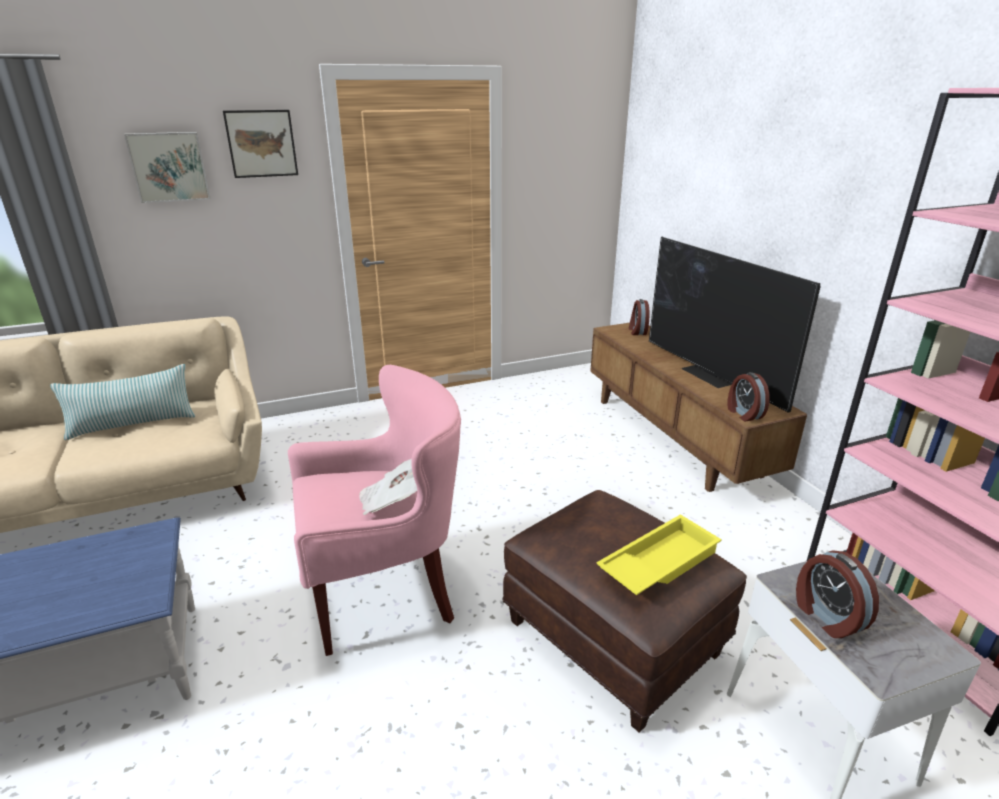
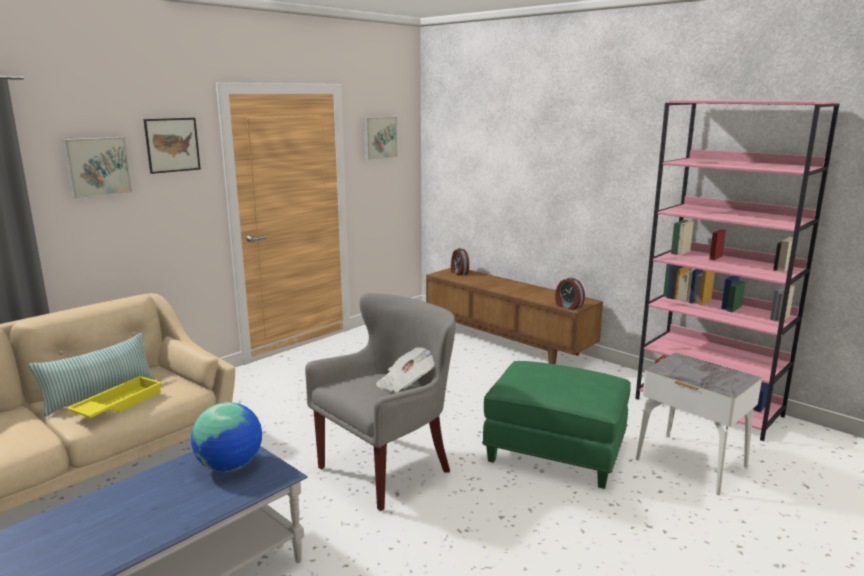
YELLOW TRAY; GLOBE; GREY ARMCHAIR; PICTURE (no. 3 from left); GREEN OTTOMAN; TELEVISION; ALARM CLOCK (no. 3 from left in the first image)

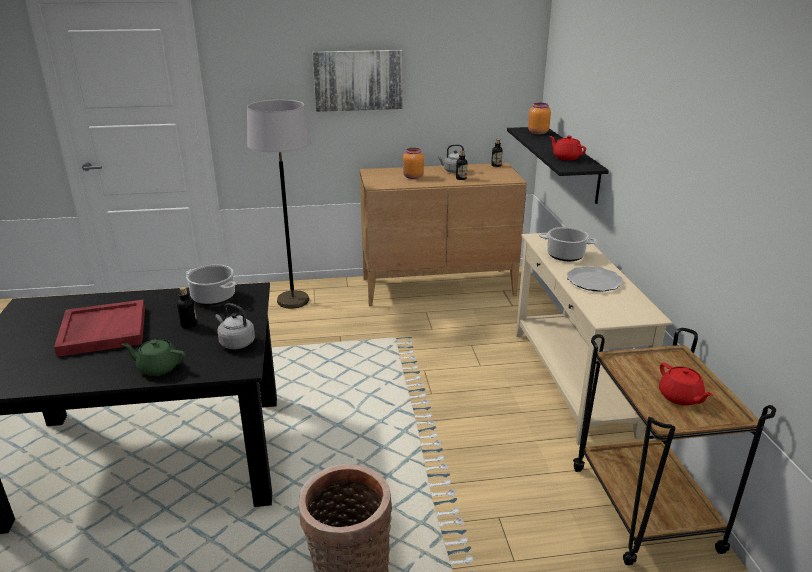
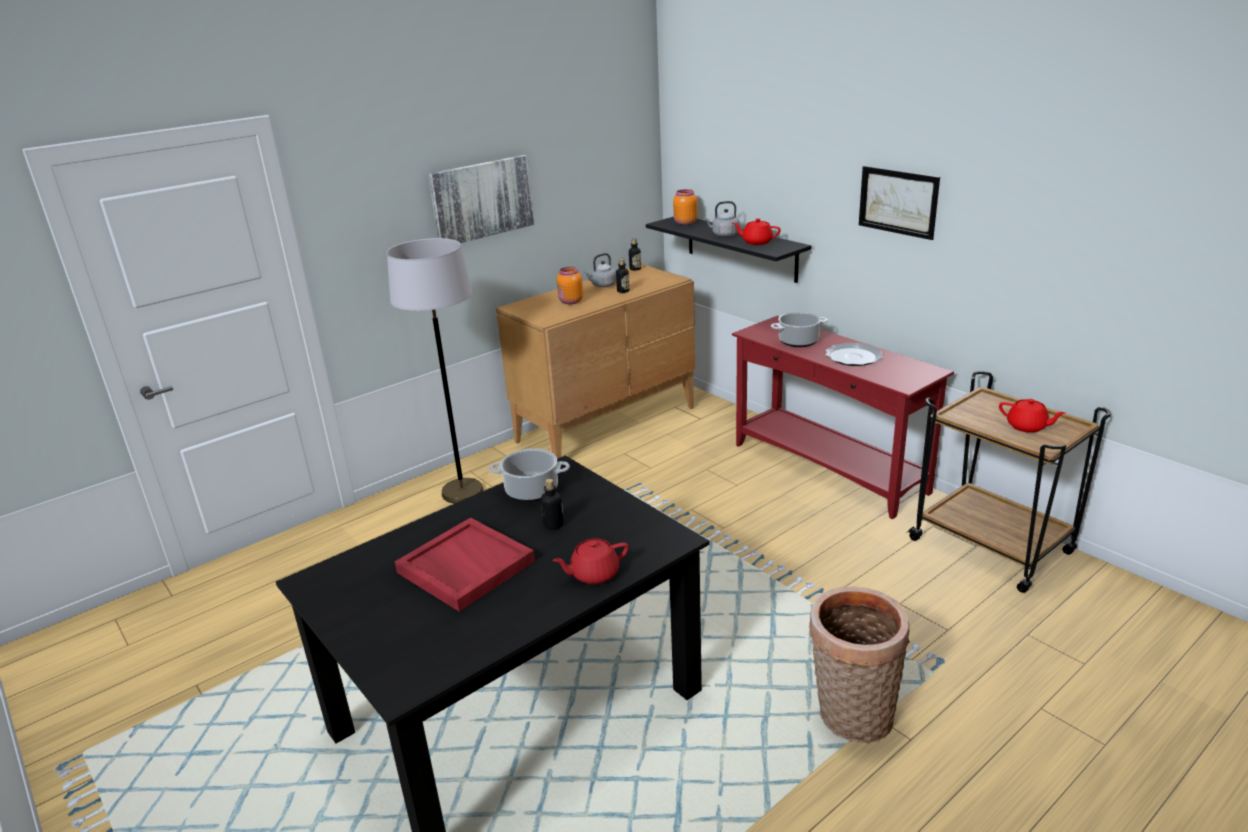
RED TEAPOT (no. 1 from left); GREY KETTLE (no. 2 from left); RED CONSOLE TABLE; PICTURE (no. 2 from left)

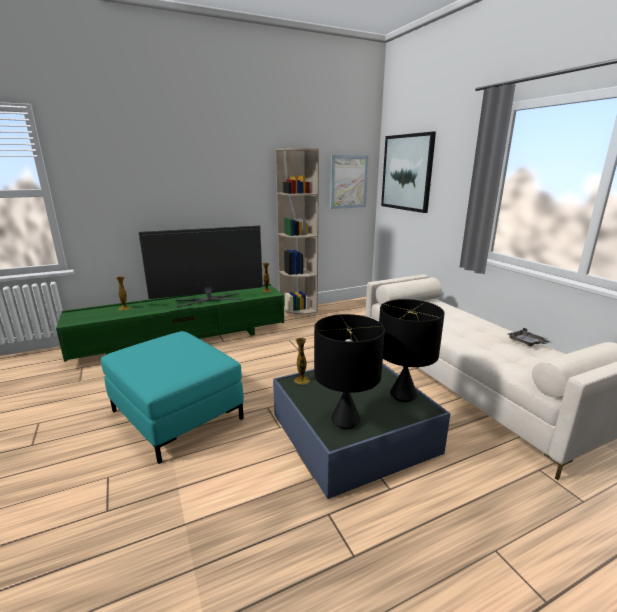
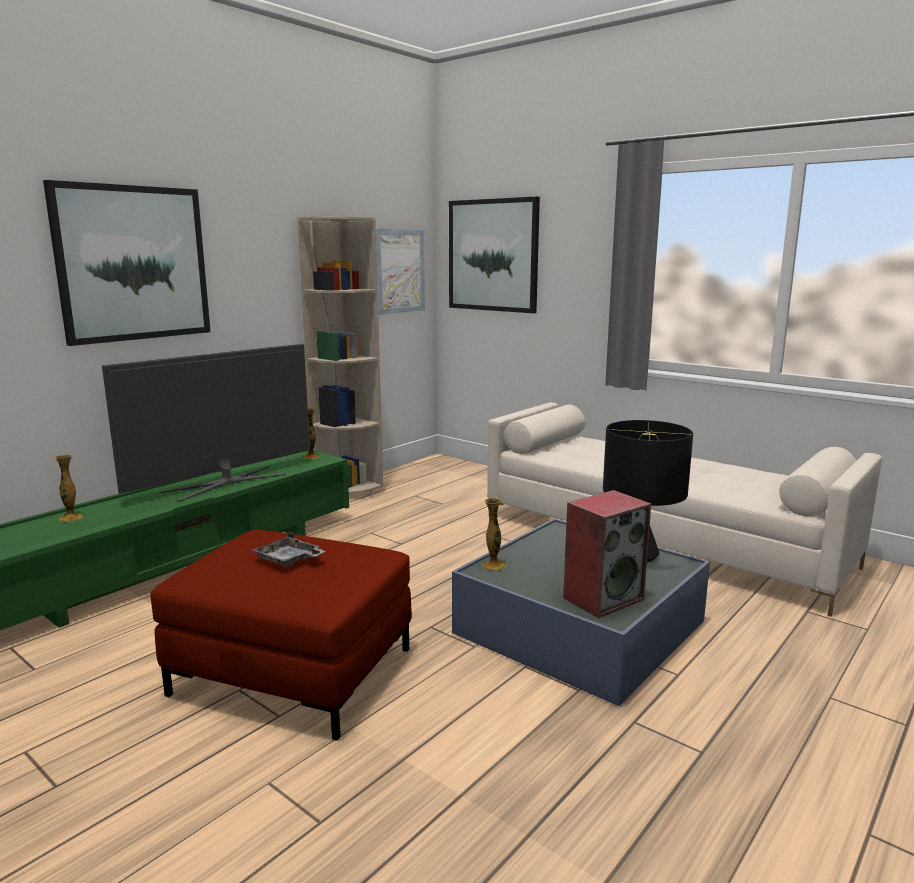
PICTURE (no. 1 from left); RED OTTOMAN; GREY TRAY; SPEAKER

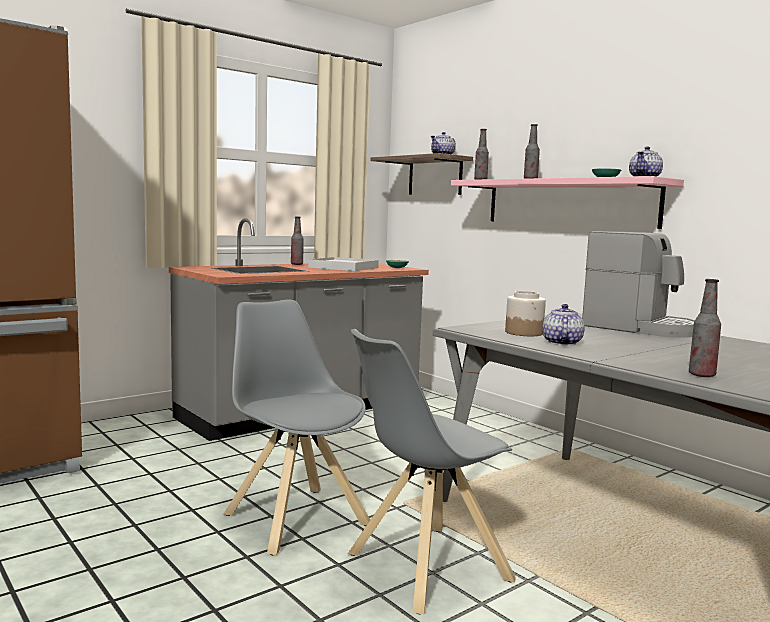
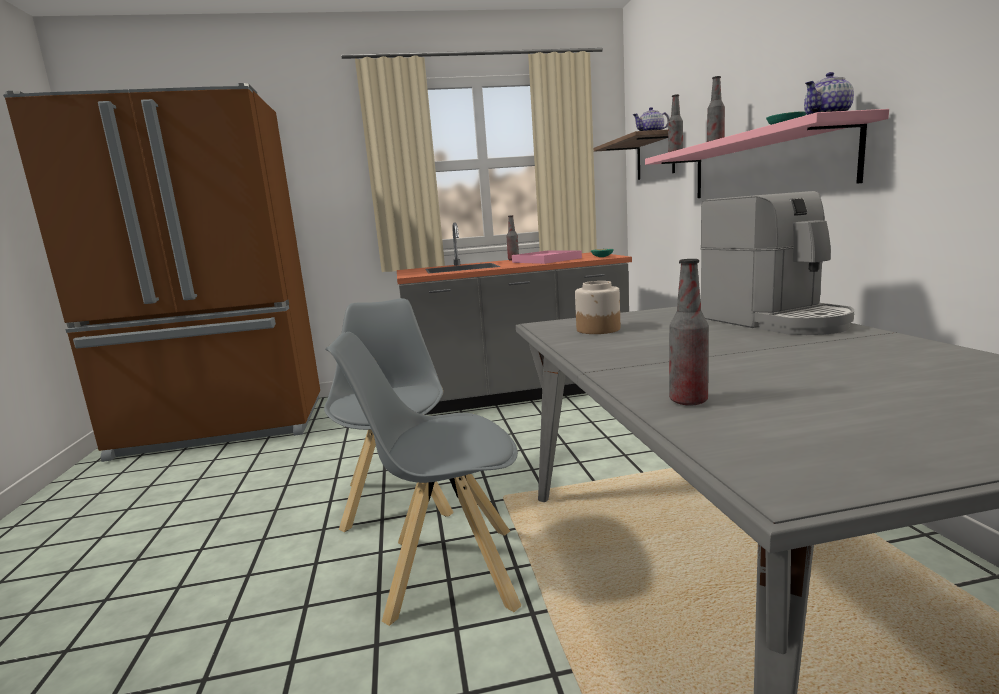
PINK TRAY; TEAPOT (no. 2 from left in the first image)

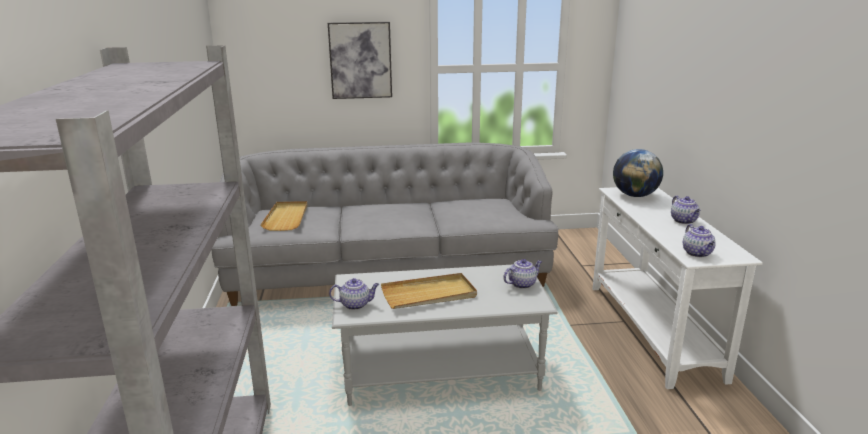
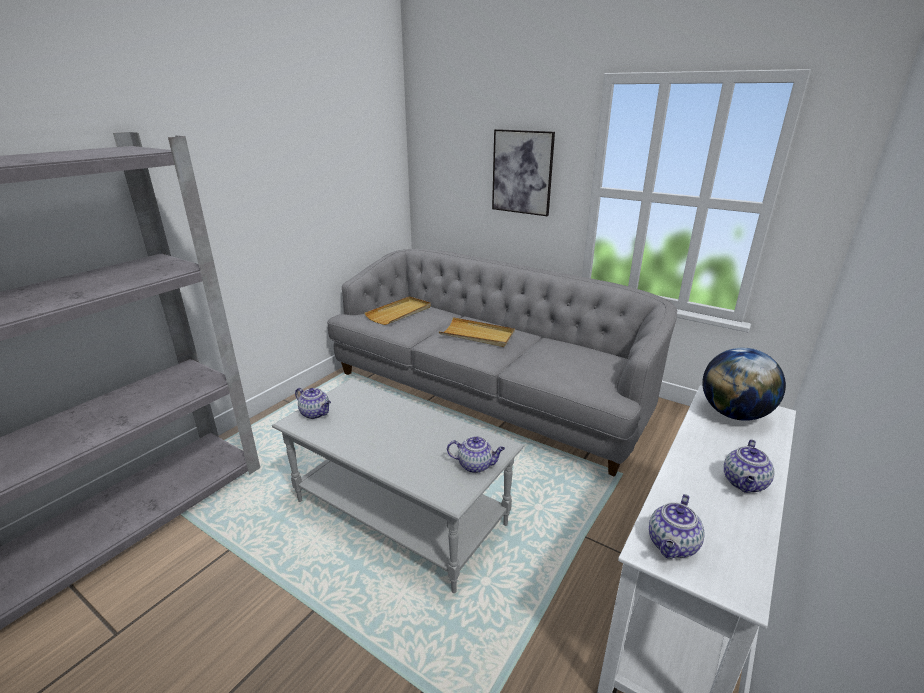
BEIGE TRAY (no. 2 from left)

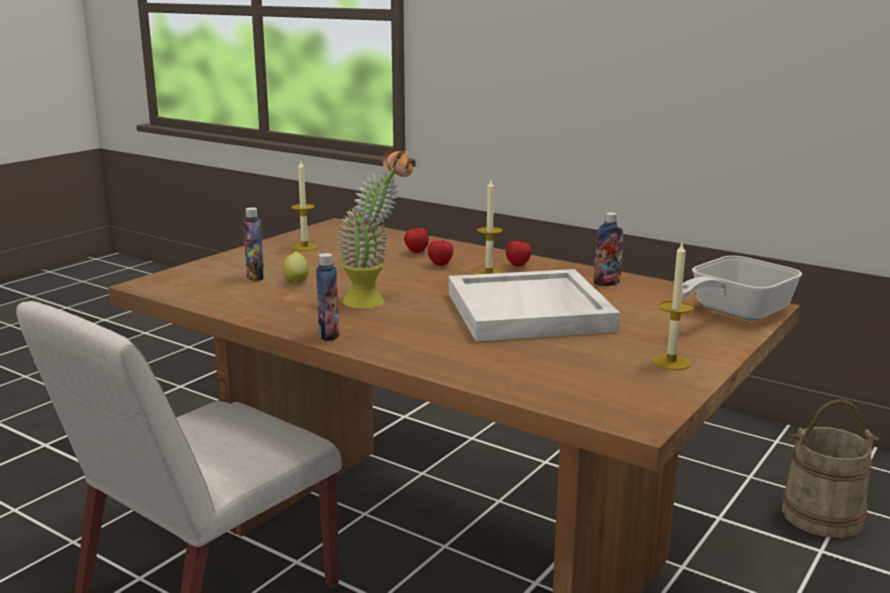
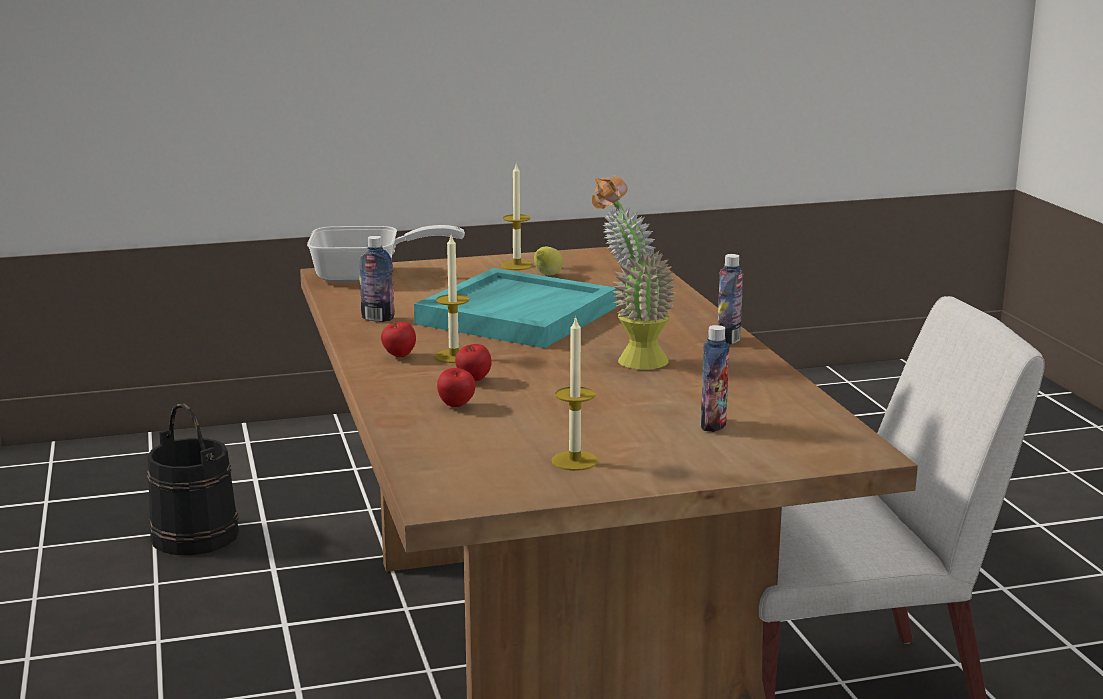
BLACK BUCKET; TURQUOISE TRAY; LEMON

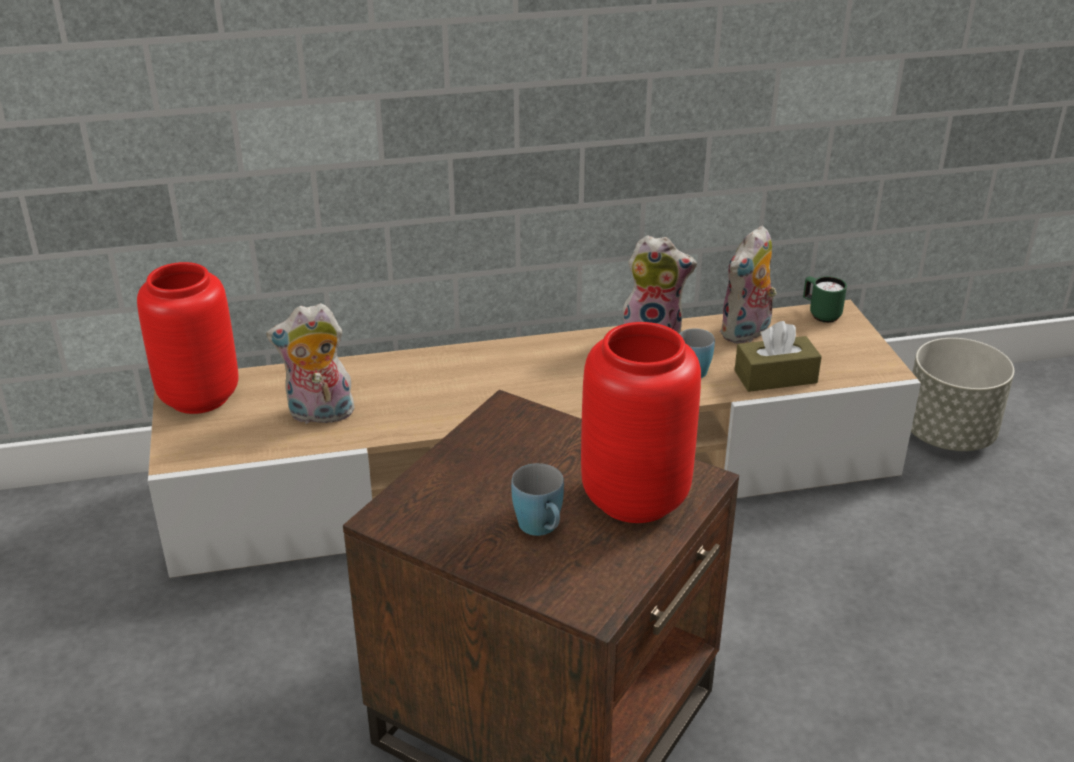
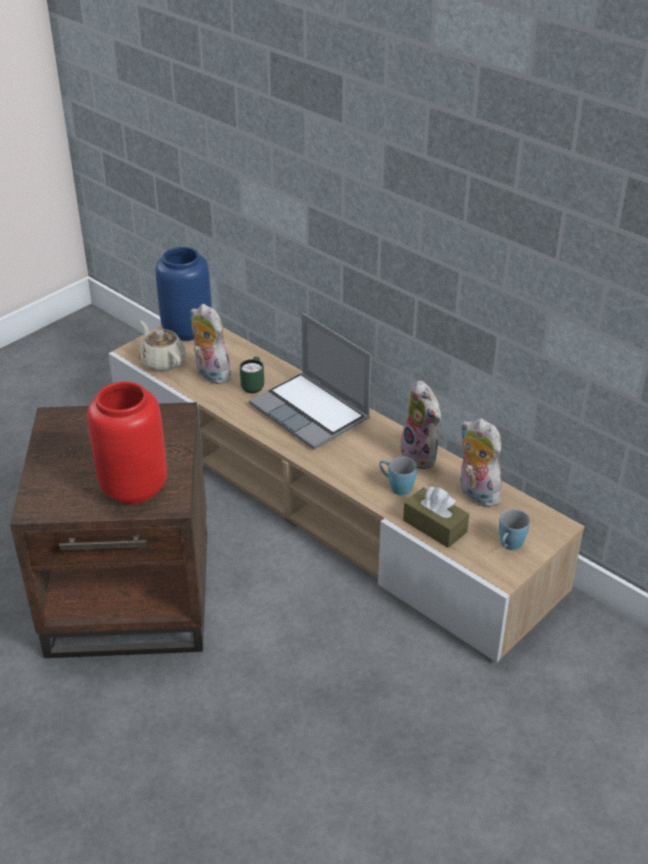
BEIGE TEAPOT; BLUE VASE; GREEN MUG; LAPTOP; PLUSH TOY (no. 3 from left); BLUE MUG (no. 2 from left); GREY PLANTER

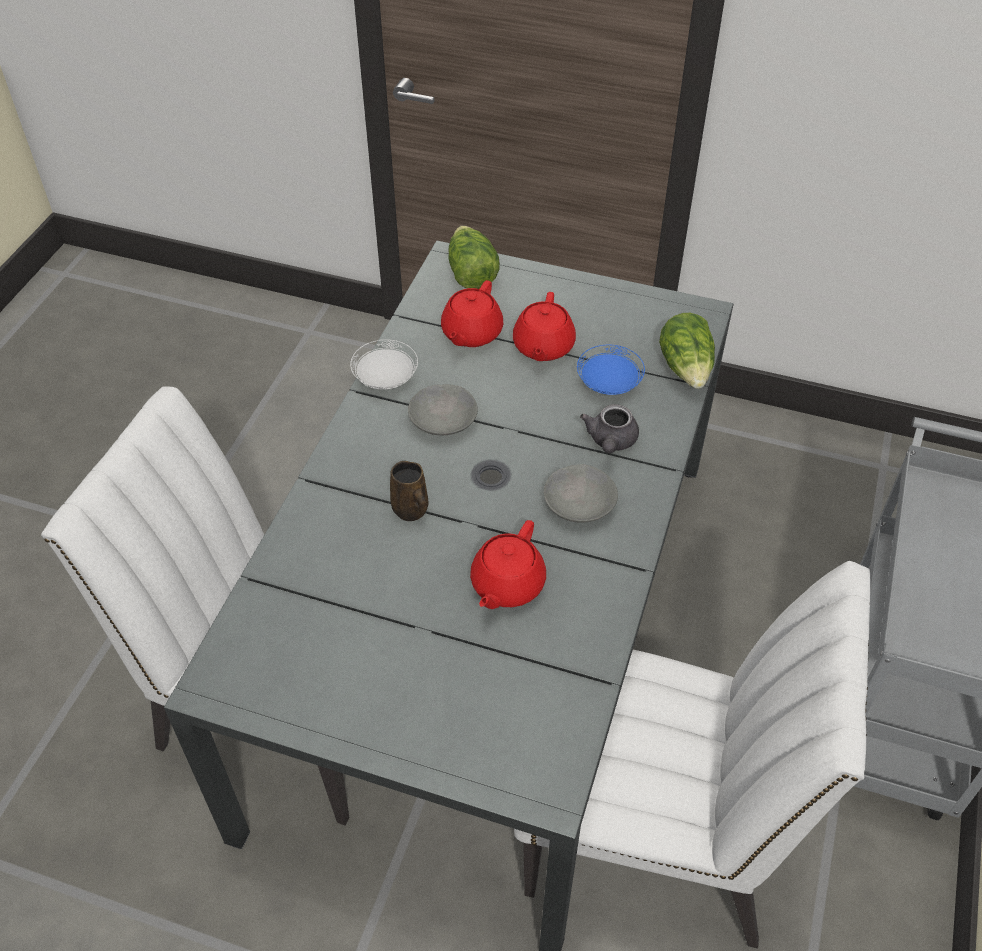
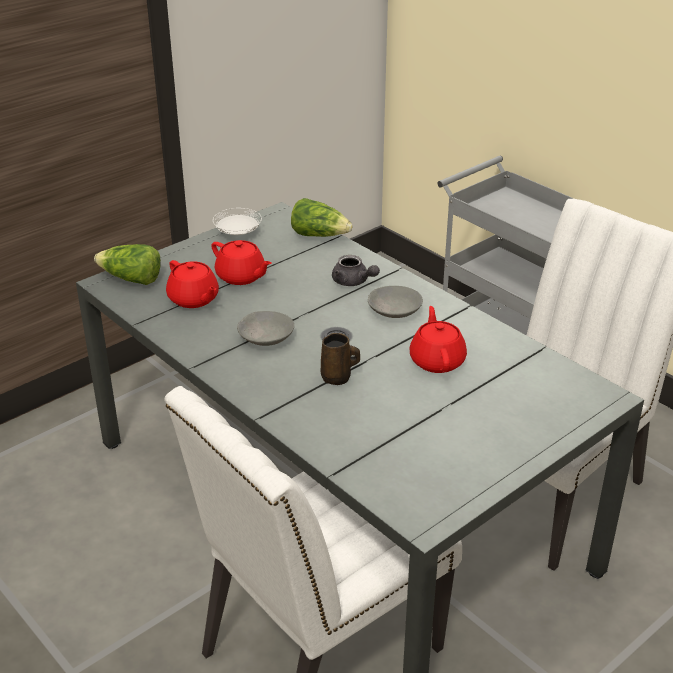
WHITE PLATE; RED TEAPOT (no. 3 from left); BLUE PLATE

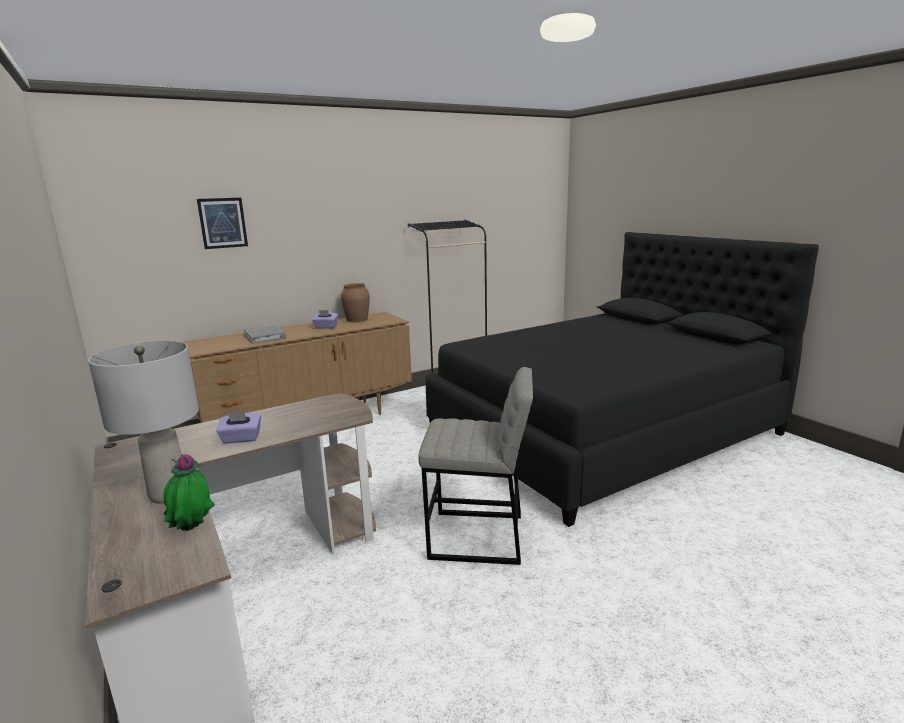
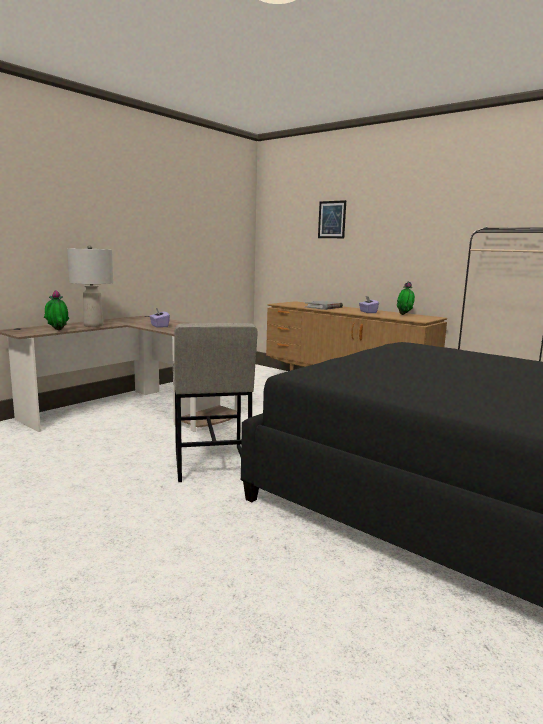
POTTED PLANT (no. 2 from left)

